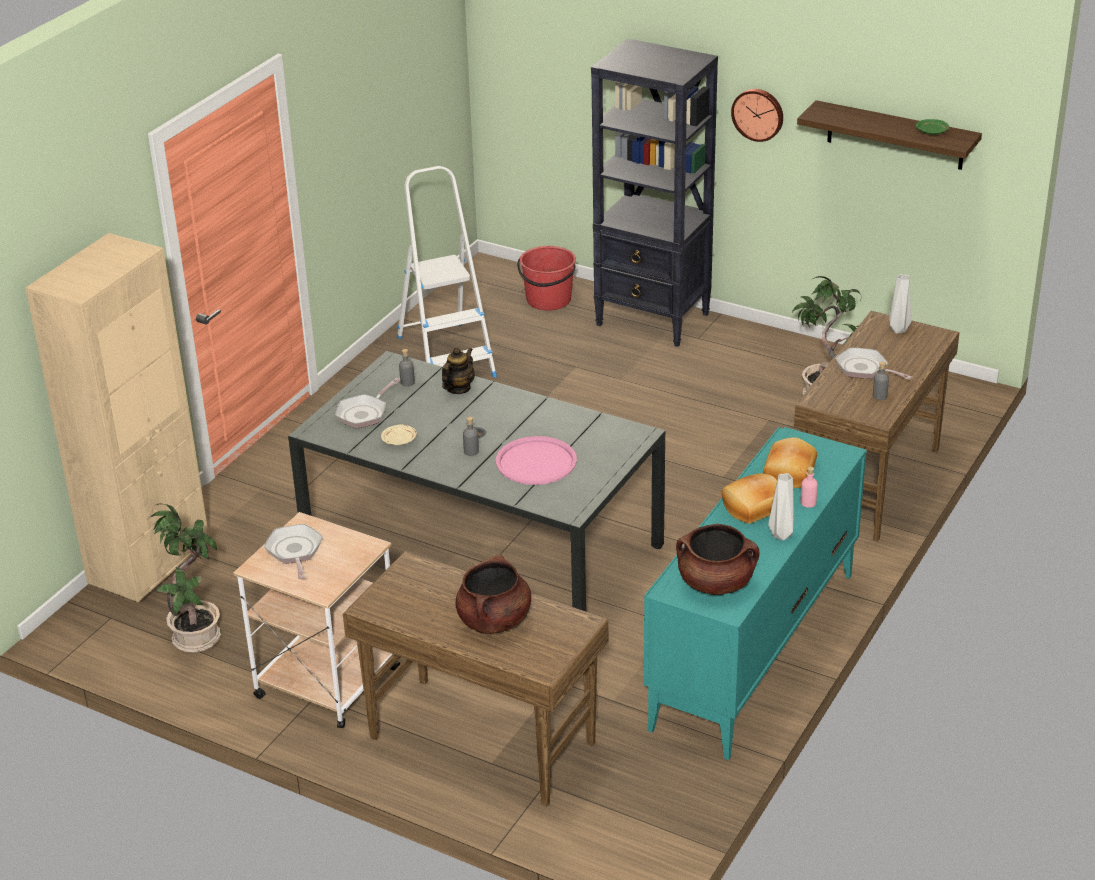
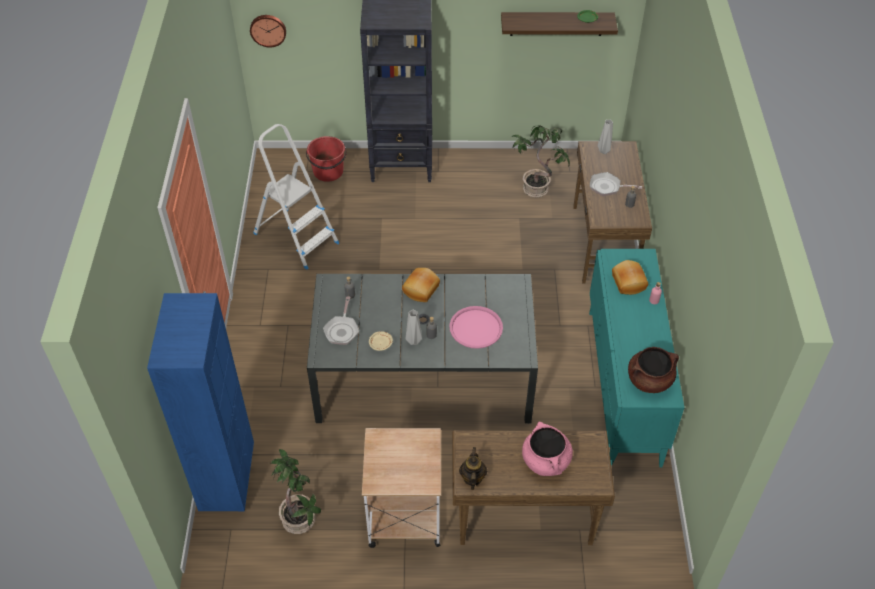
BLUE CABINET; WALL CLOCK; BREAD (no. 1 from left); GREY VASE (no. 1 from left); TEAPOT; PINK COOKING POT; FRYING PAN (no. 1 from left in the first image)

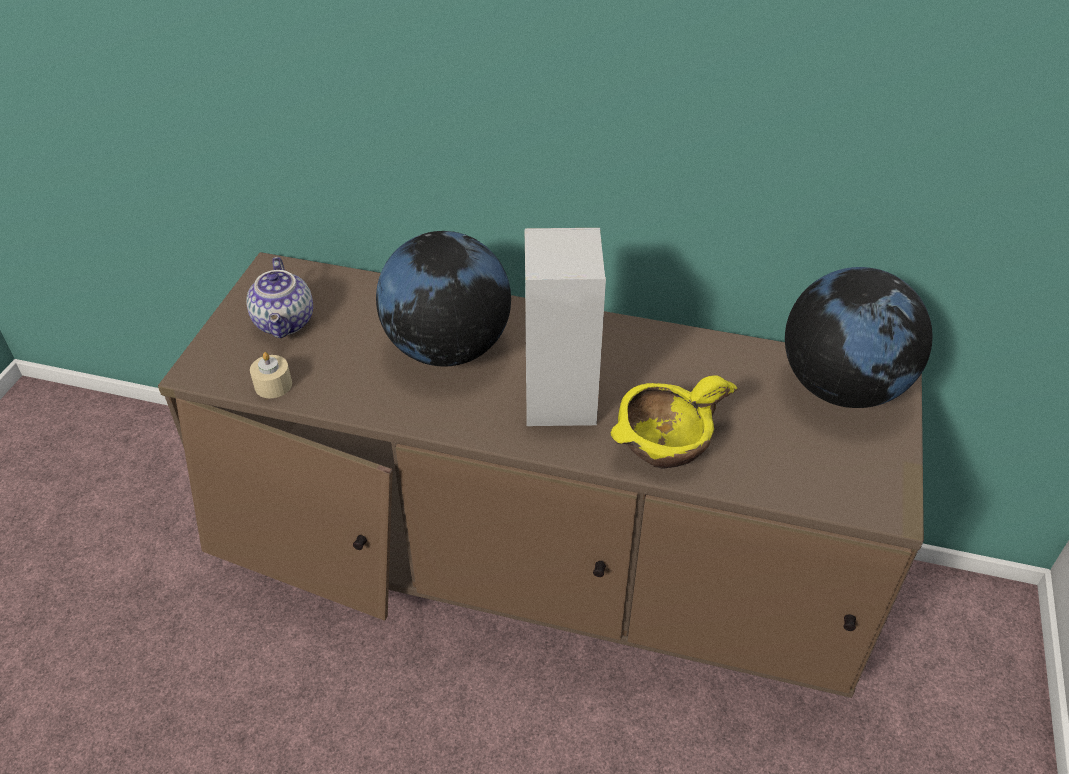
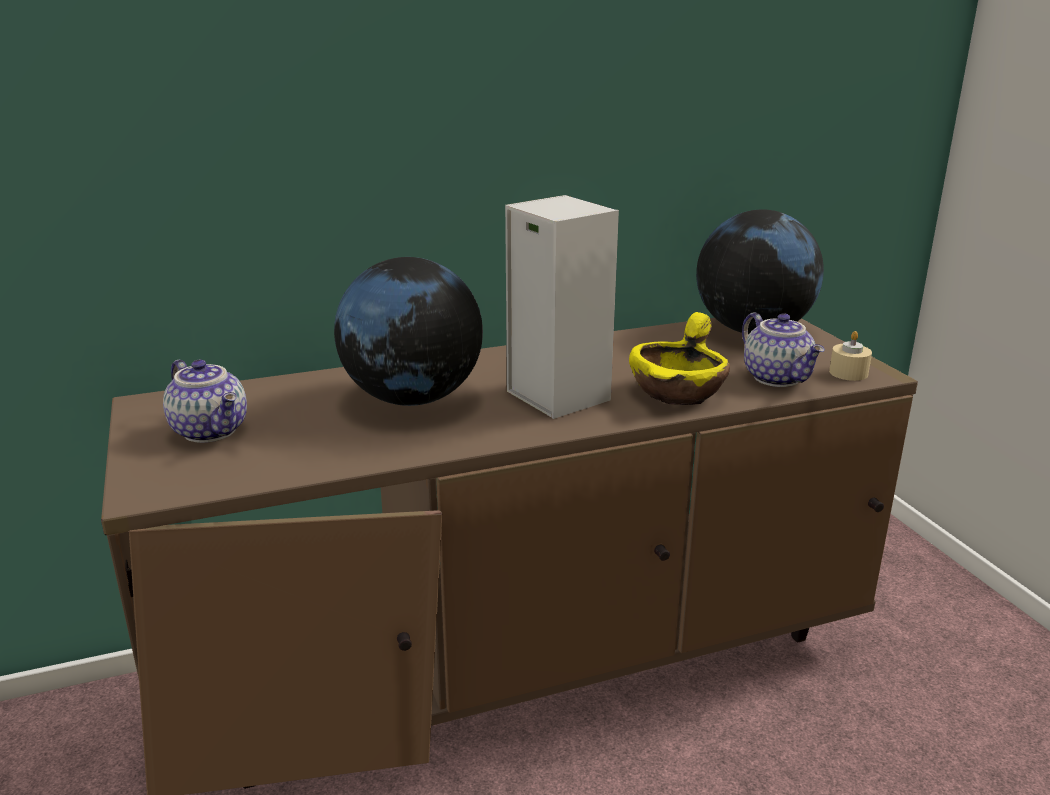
TEAPOT (no. 2 from left); BEIGE CANDLE

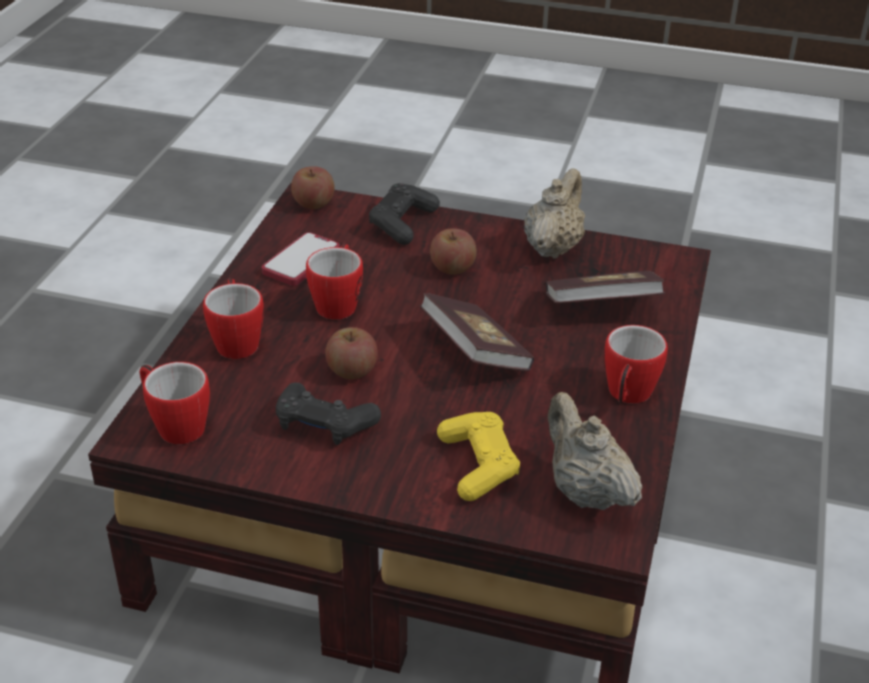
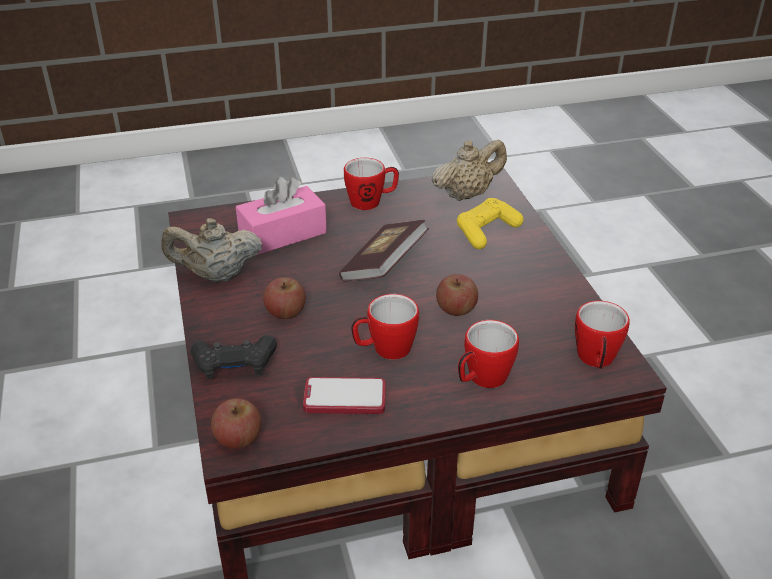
PINK TISSUE BOX; BEIGE TEAPOT (no. 2 from left); BLACK GAME CONTROLLER (no. 1 from left in the first image)

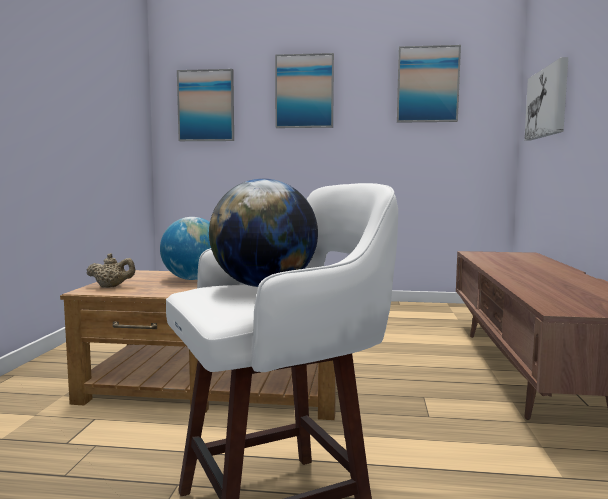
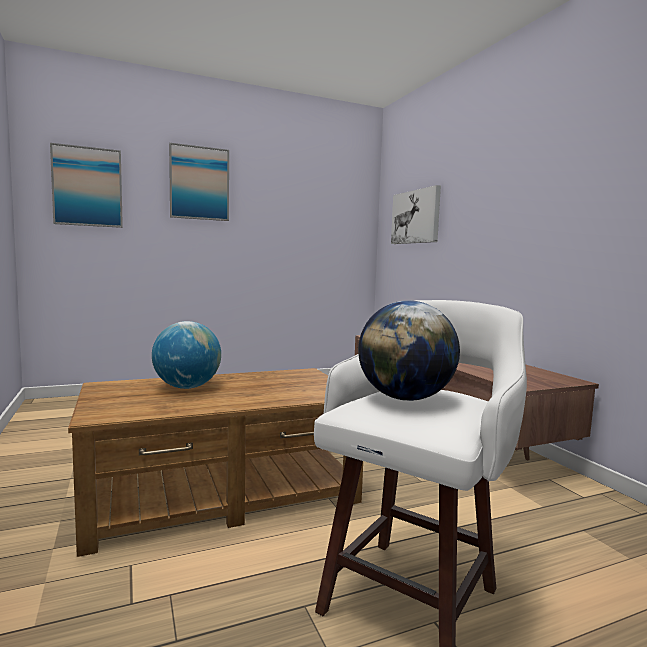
BEIGE TEAPOT; PICTURE (no. 3 from left in the first image)

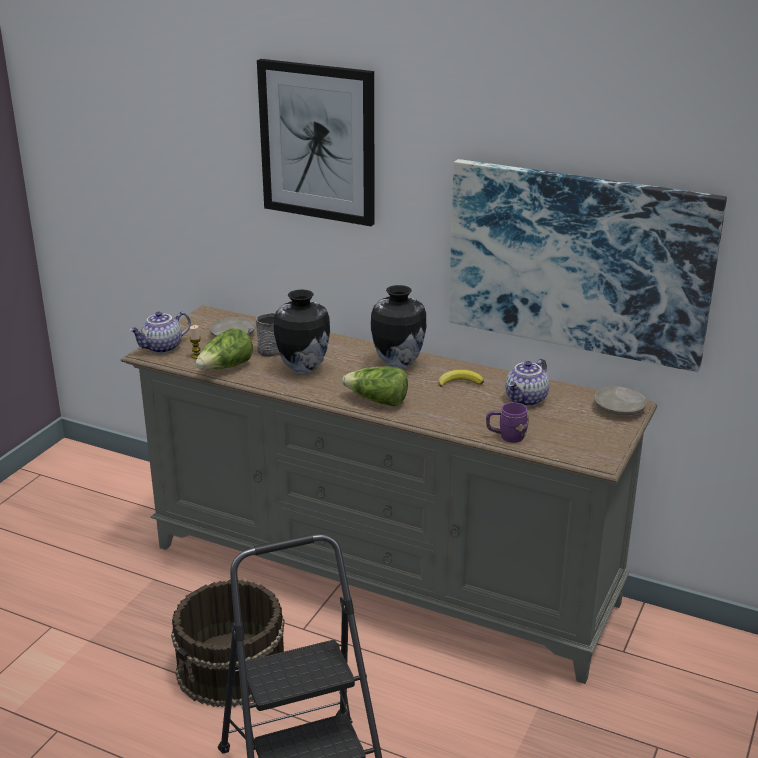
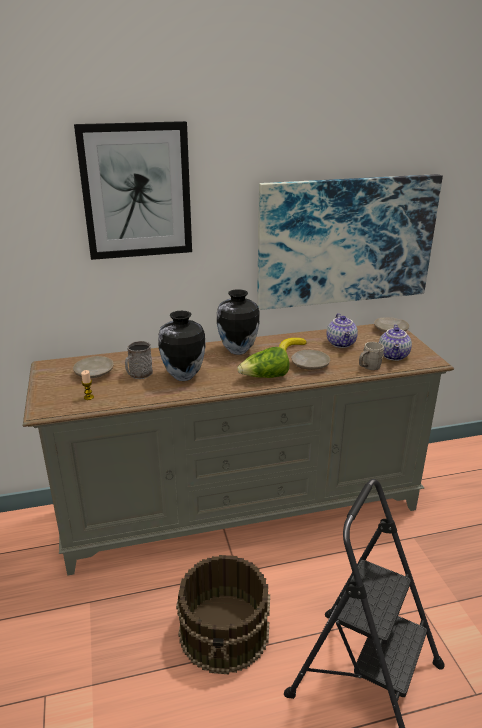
BEIGE PLATE (no. 2 from left); GREY MUG (no. 2 from left); TEAPOT (no. 2 from left); LETTUCE (no. 1 from left in the first image)

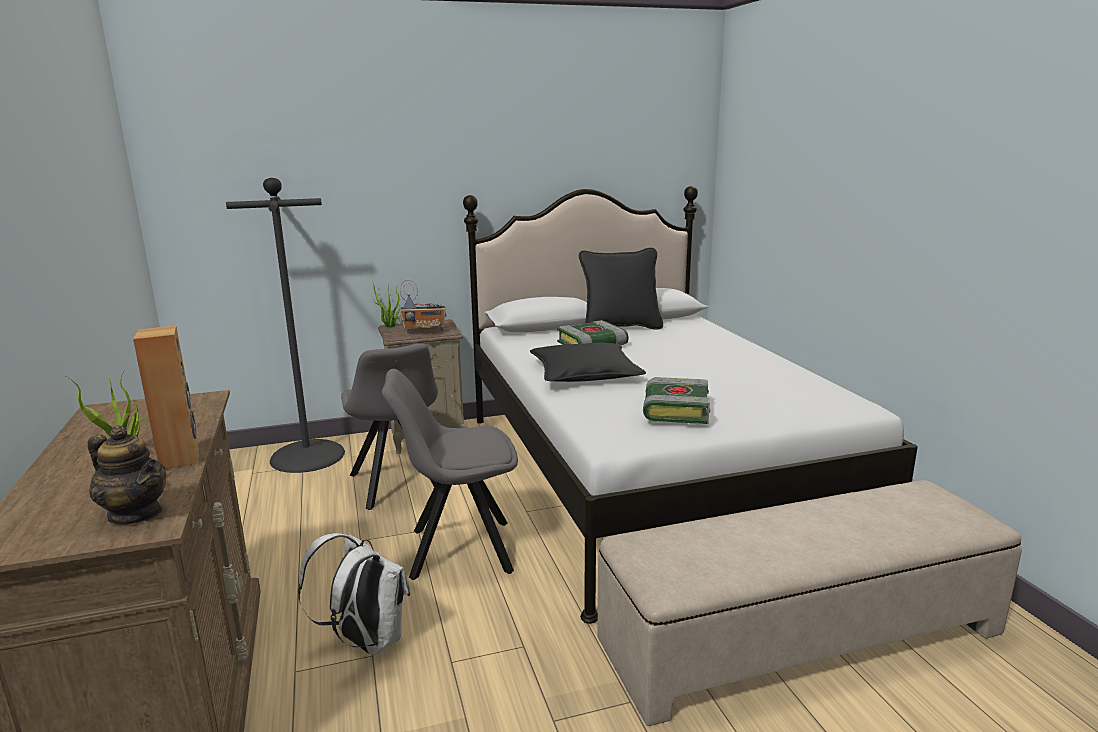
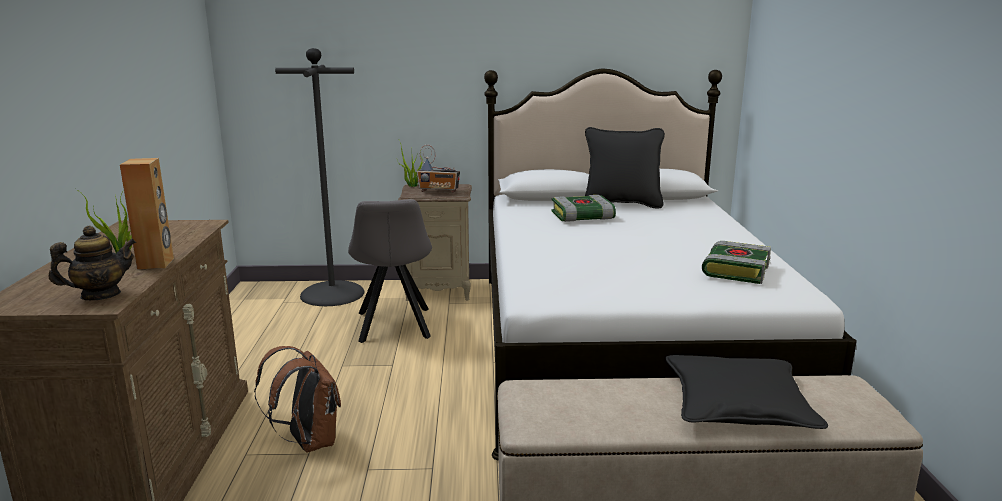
TEAPOT; BROWN BACKPACK; BLACK PILLOW (no. 2 from left); BOOK (no. 2 from left); GREY CHAIR (no. 2 from left in the first image)

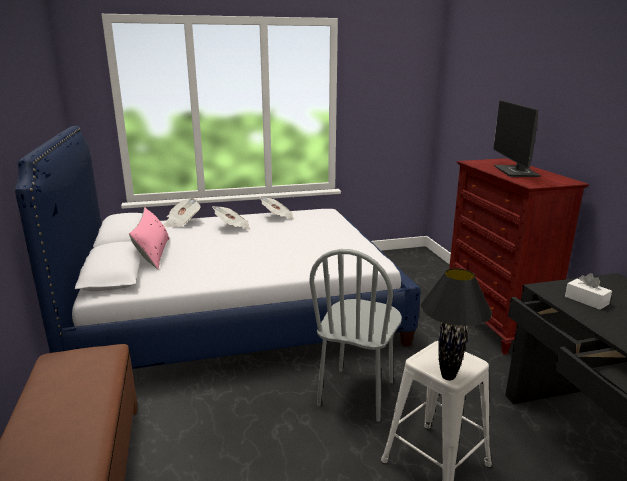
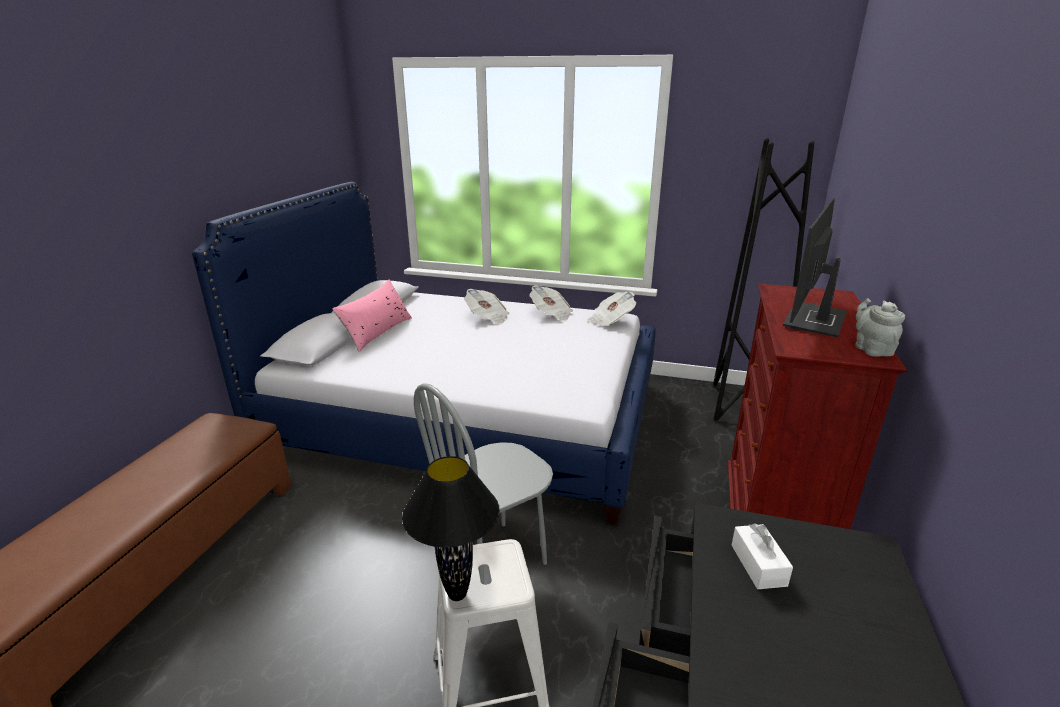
NEWSPAPER (no. 3 from left); BLACK CLOTHES RACK; GREY TEAPOT

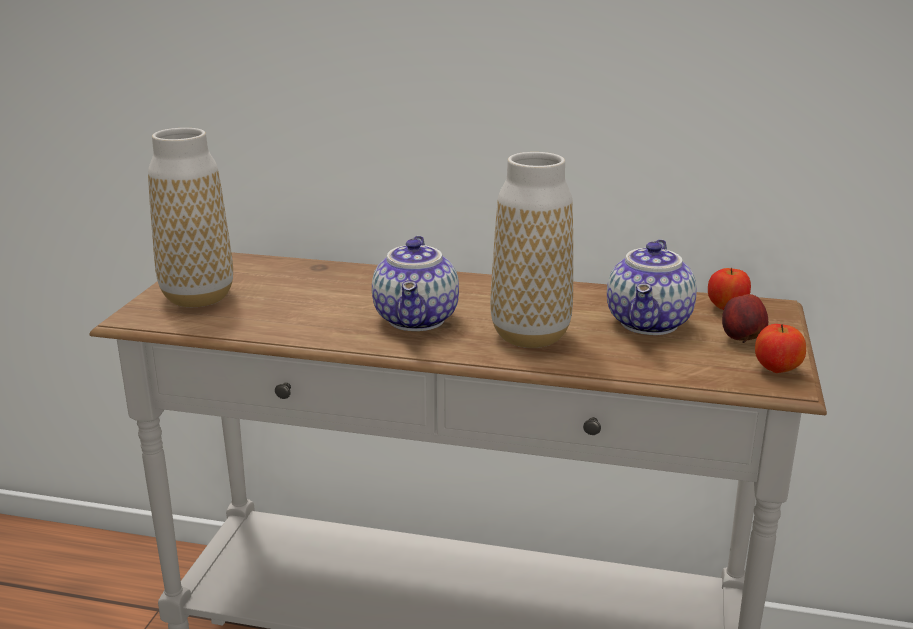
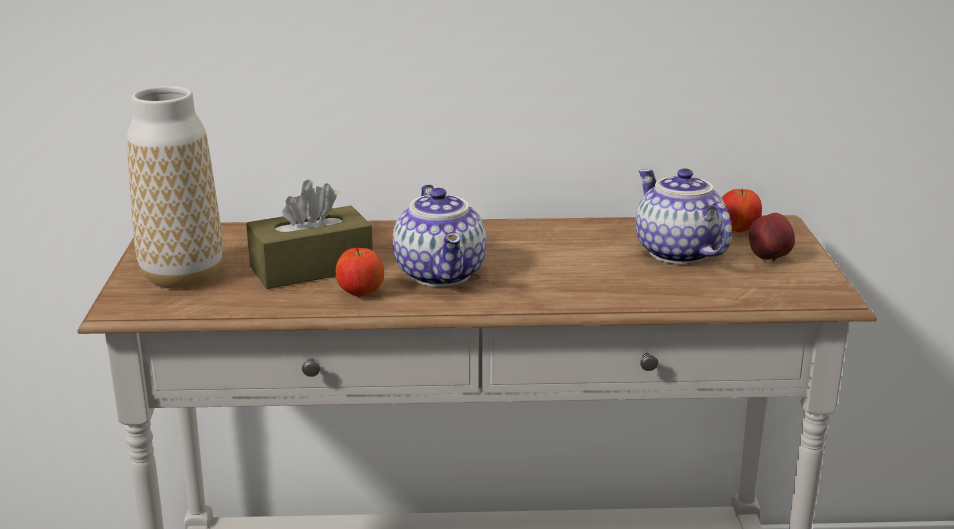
BROWN TISSUE BOX; APPLE (no. 1 from left); TEAPOT (no. 2 from left); VASE (no. 2 from left in the first image)

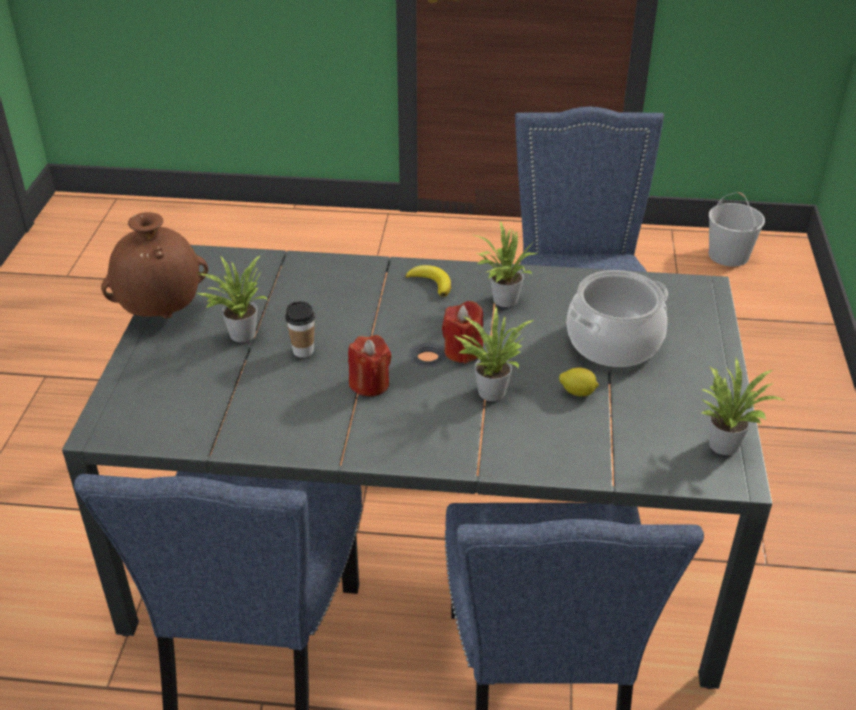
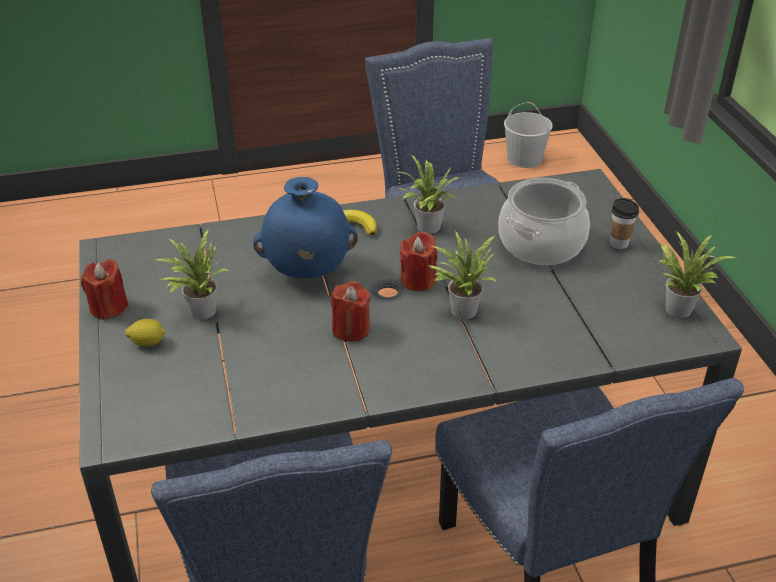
RED CANDLE (no. 1 from left); LEMON; BLUE VASE; CUP

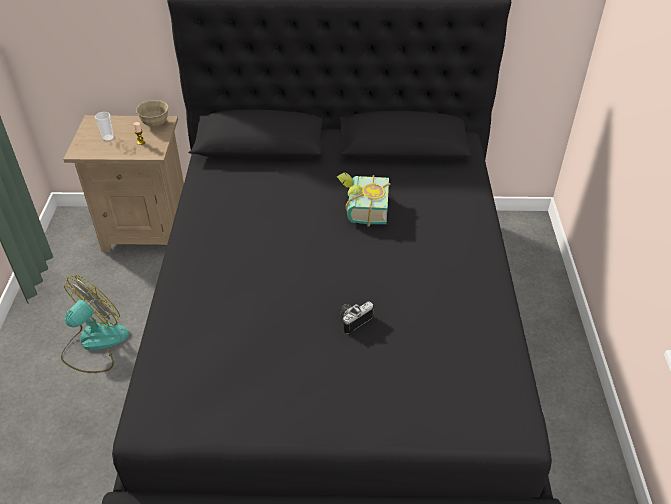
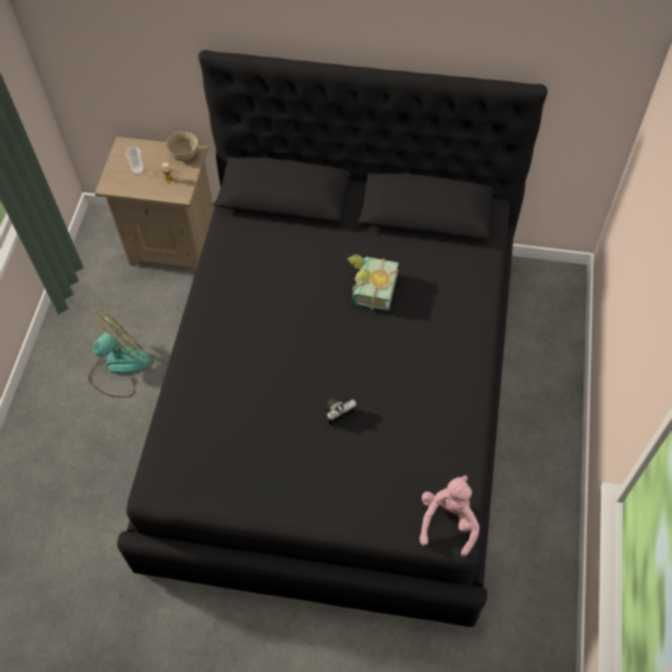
PINK PLUSH TOY

